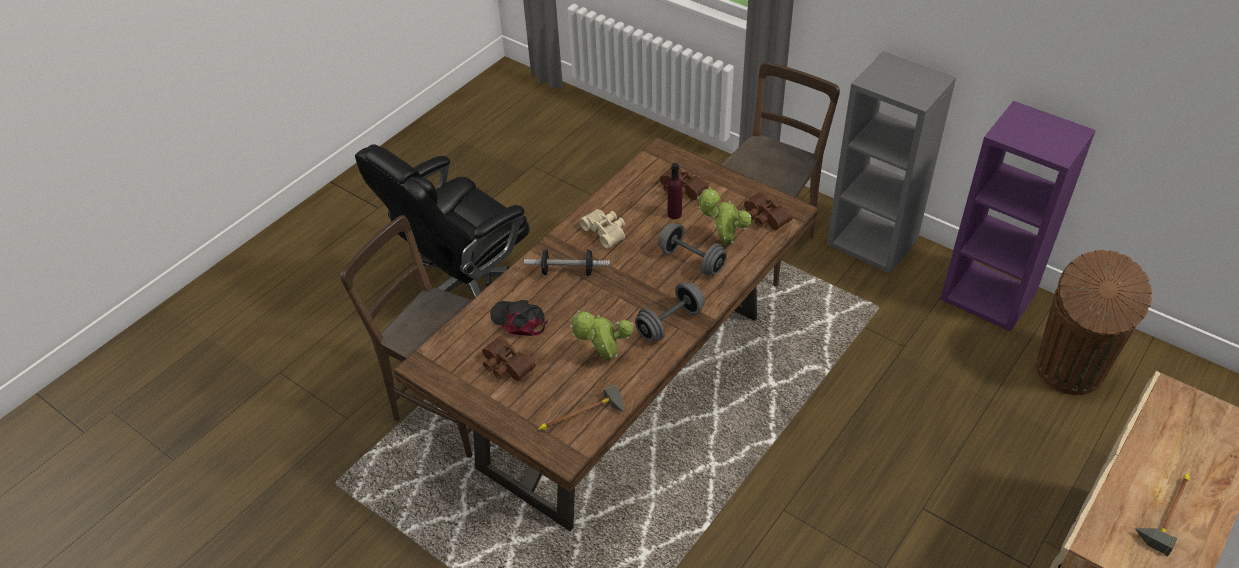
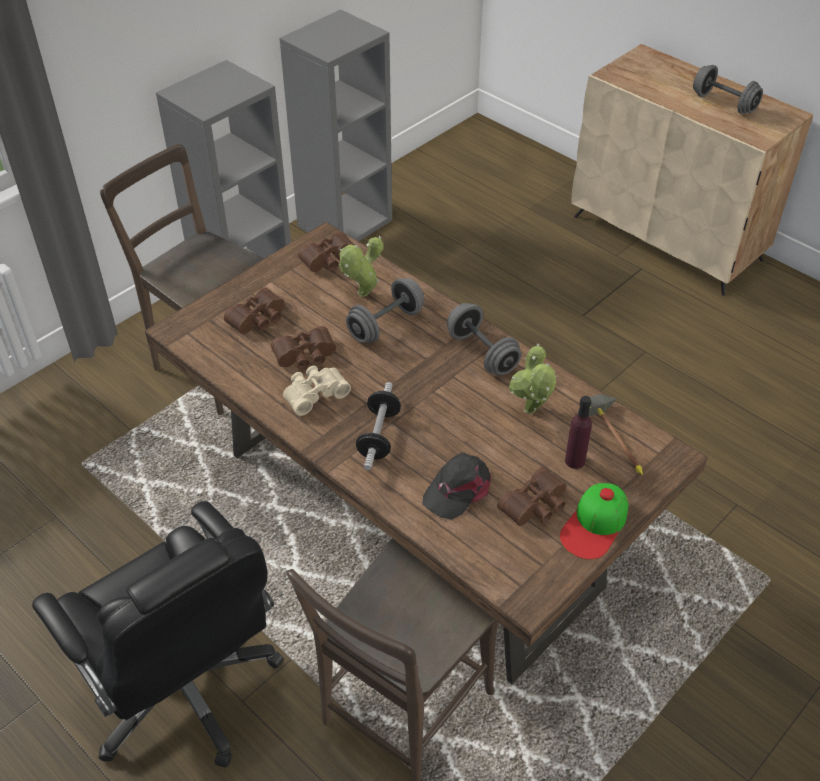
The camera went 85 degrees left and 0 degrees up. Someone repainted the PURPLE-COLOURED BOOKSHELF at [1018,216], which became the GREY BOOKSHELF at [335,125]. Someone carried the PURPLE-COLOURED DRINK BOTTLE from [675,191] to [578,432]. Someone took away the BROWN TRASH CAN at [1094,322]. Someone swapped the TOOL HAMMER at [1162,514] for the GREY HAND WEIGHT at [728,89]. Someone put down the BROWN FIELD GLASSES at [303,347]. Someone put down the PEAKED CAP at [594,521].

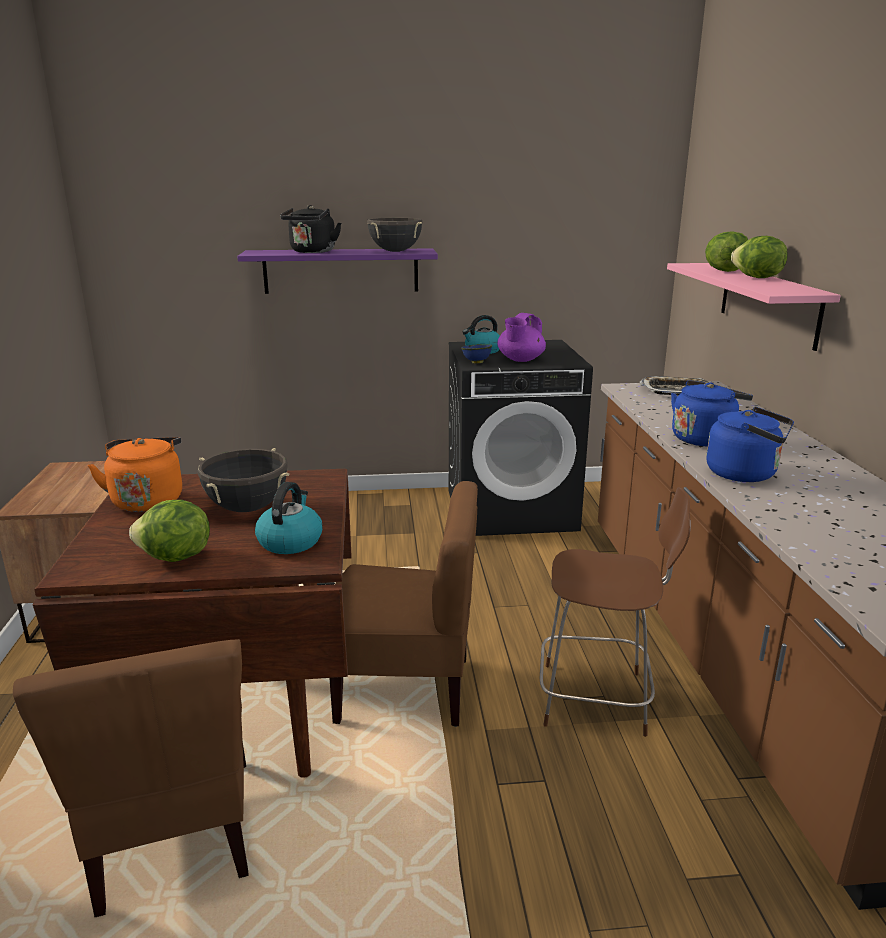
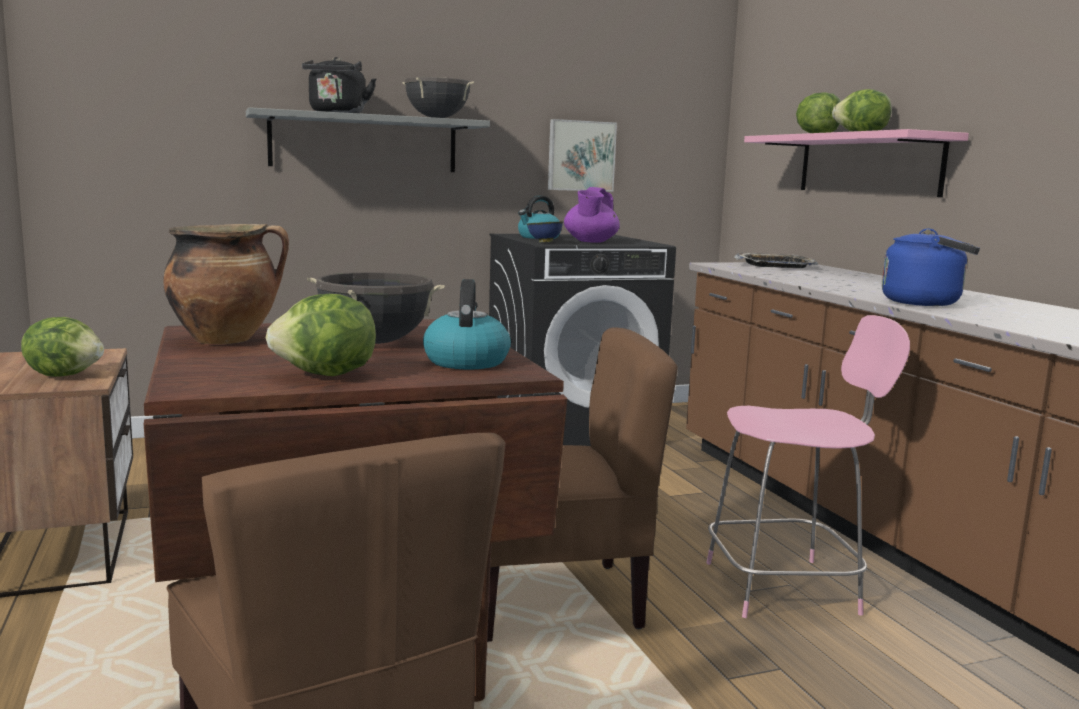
The camera went 15 degrees left and 10 degrees down. Someone repainted the PURPLE-COLOURED BRACKET SHELF at [337,271], which became the GREY BRACKET SHELF at [368,139]. Someone took away the BLUE-COLOURED WATER KETTLE at [712,413]. Someone swapped the ORANGE WATER KETTLE at [135,474] for the COOKING POT at [226,284]. Someone repainted the BROWN STOOL at [615,612], which became the PINKISH STOOL at [808,466]. Someone put up the WALL PICTURE at [582,155]. Someone put down the LETTUCE at [62,347].

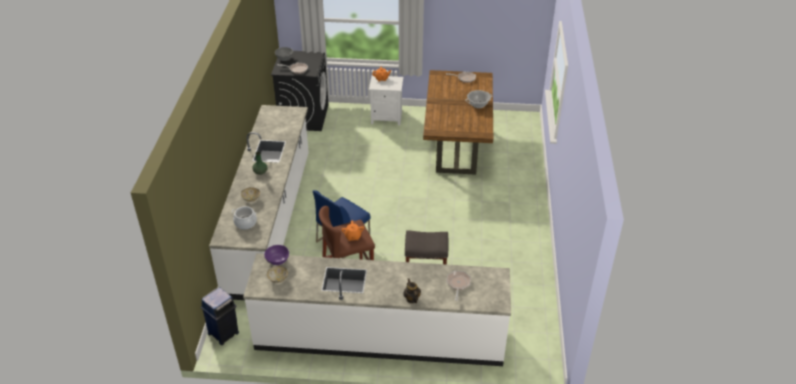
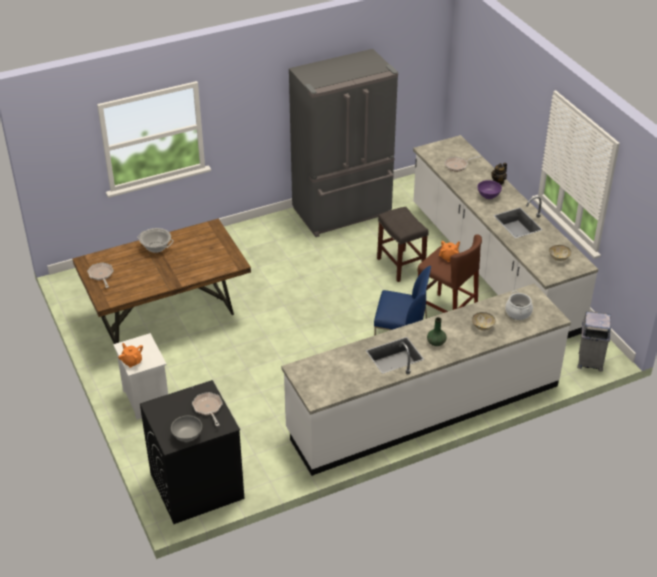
The camera went 120 degrees left and 0 degrees up. Someone carried the PURPLE-COLOURED DEEP DISH from [276,255] to [489,189]. Someone repainted the BLUE-COLOURED TRASH CAN at [220,316], which became the GREY TRASH CAN at [594,341]. Someone put down the GREY FRIDGE at [343,143].

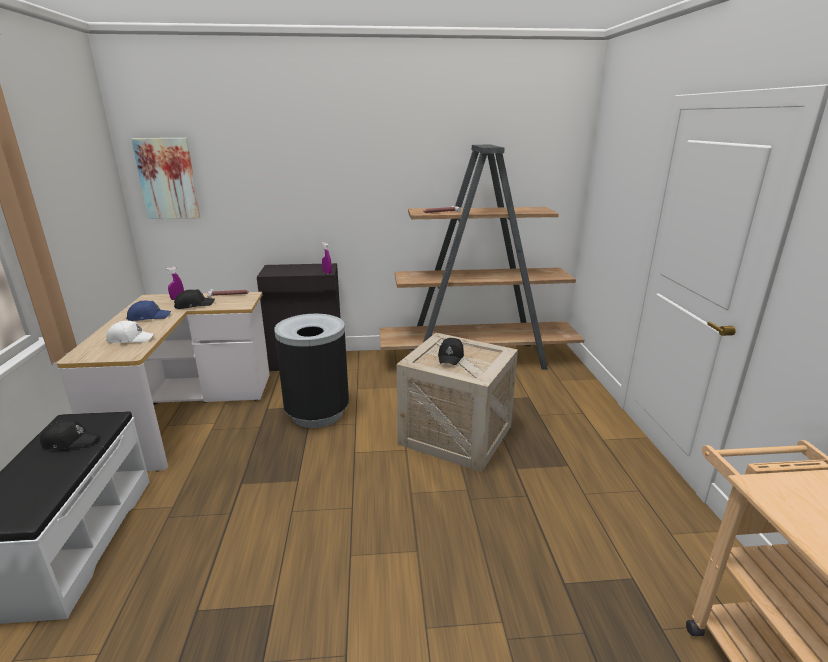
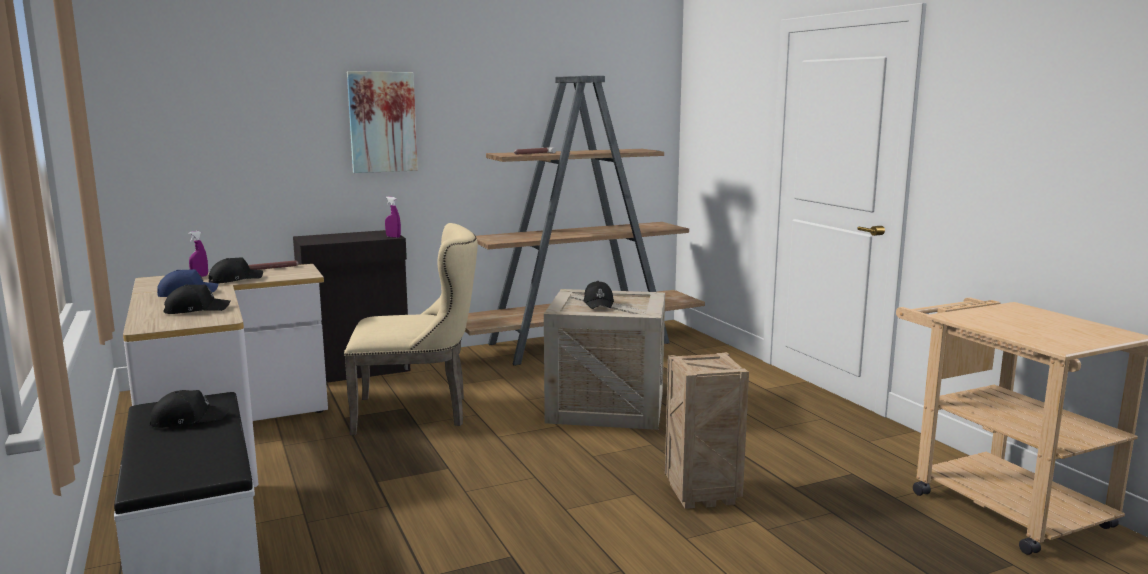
The camera went 20 degrees left and 10 degrees down. Someone carried the WALL PICTURE from [165,178] to [382,122]. Someone swapped the BLACK TRASH CAN at [311,371] for the SAND-COLOURED PLAIN CHAIR at [411,329]. Someone repainted the WHITE PEAKED CAP at [130,332], which became the BLACK PEAKED CAP at [197,299]. Someone put down the CRATE at [707,430].

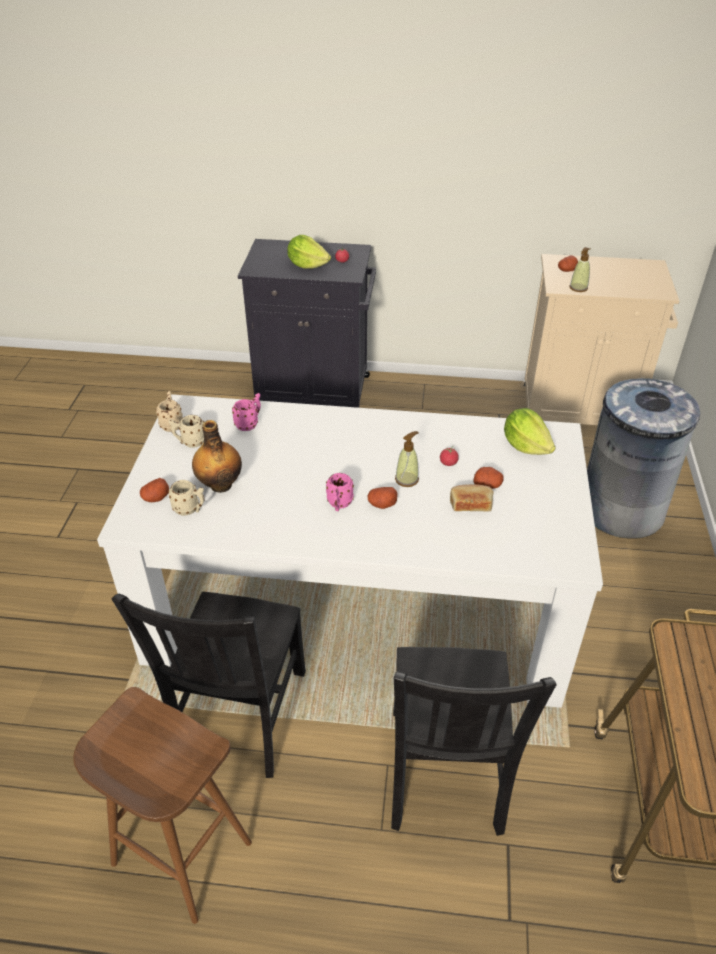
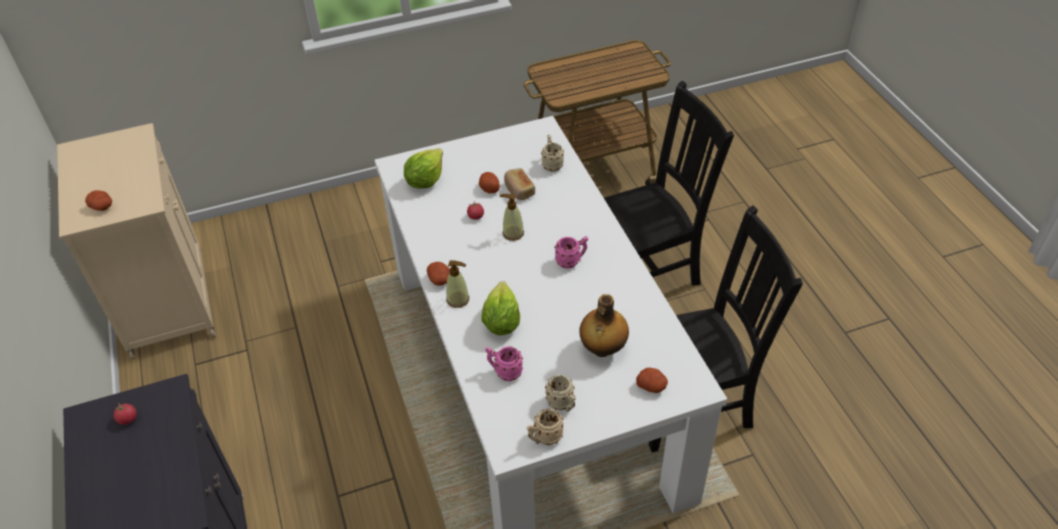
The camera went 115 degrees left and 5 degrees up. Someone carried the LETTUCE from [309,252] to [500,308]. Someone carried the SOAP BOTTLE from [580,269] to [457,284]. Someone took away the GREY TRASH CAN at [643,458]. Someone carried the SAND-COLOURED MUG from [186,498] to [552,153]. Someone carried the SPUD from [383,498] to [438,274]. Someone took away the BROWN STOOL at [162,805].

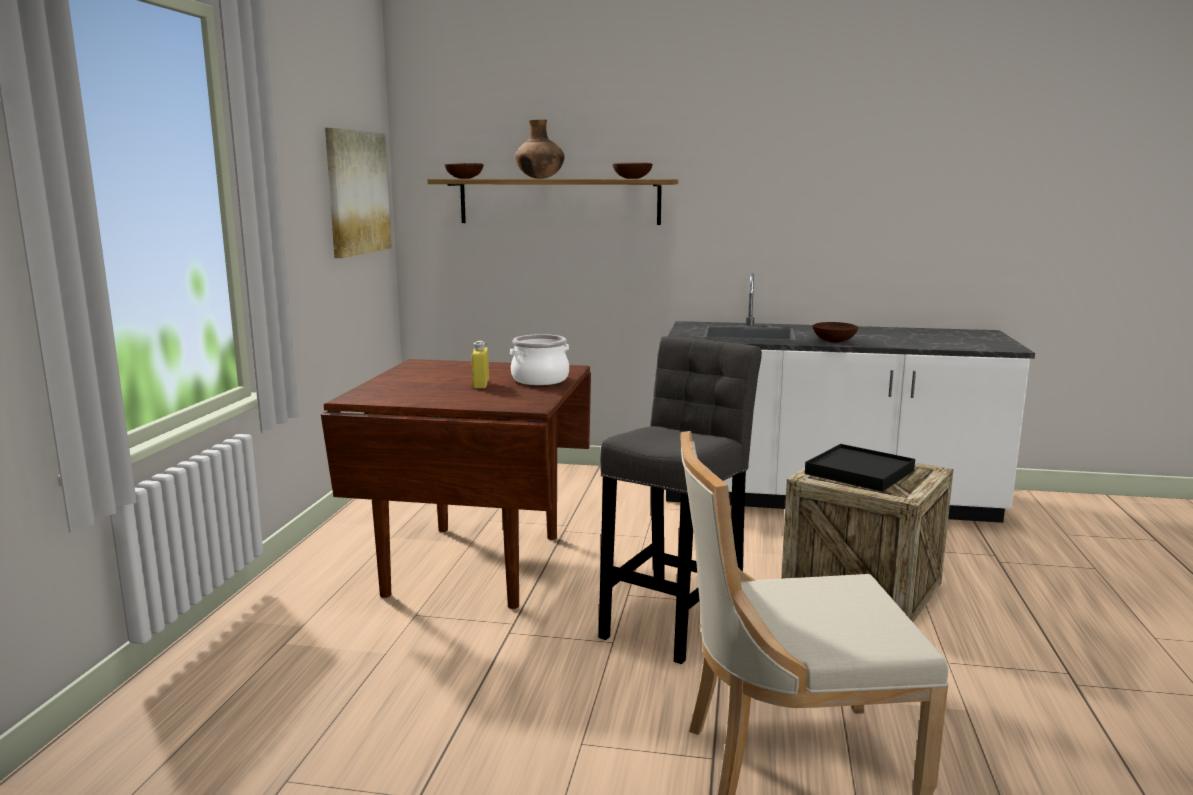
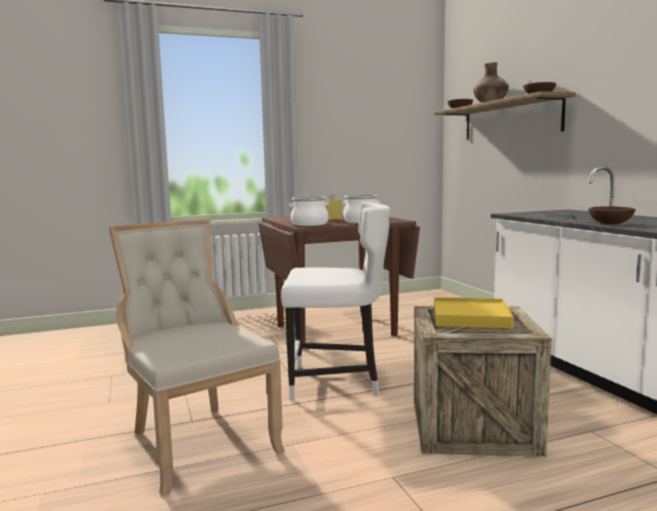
The camera went 60 degrees right and 5 degrees down. Someone took away the WALL PICTURE at [358,193]. Someone swapped the GREY STOOL at [680,500] for the WHITE PLAIN CHAIR at [335,301]. Someone repainted the BLACK SERVING TRAY at [860,468], which became the YELLOW-COLOURED SERVING TRAY at [474,312]. Someone put down the COOKING POT at [309,211].

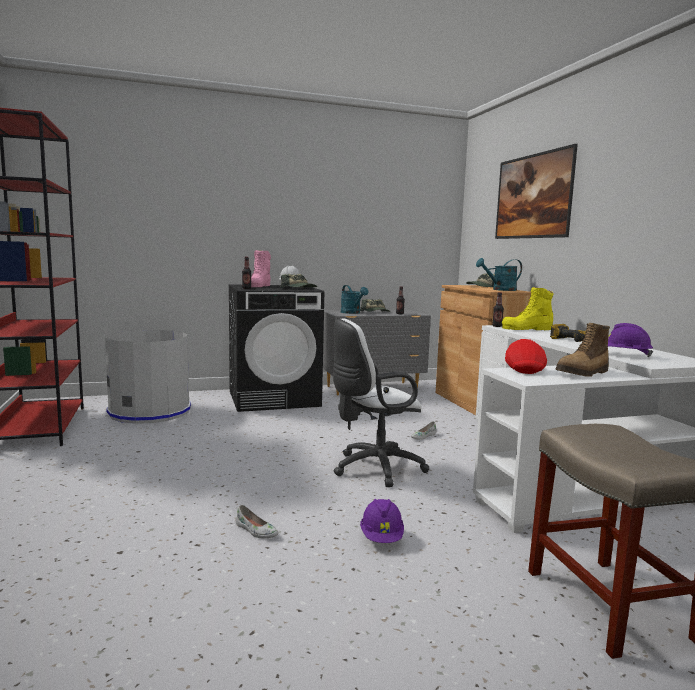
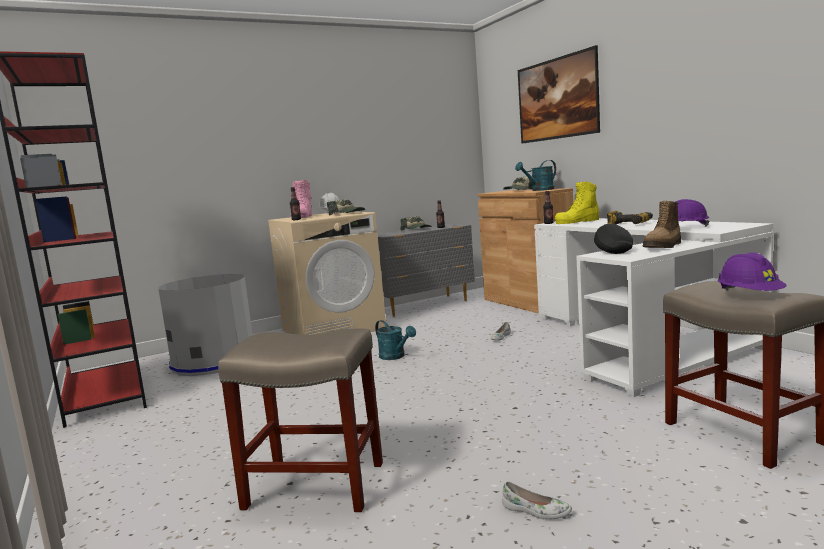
The camera went 10 degrees left and 0 degrees up. Someone repainted the BLACK LAUNDRY MACHINE at [276,348], which became the SAND-COLOURED LAUNDRY MACHINE at [327,273]. Someone carried the BLUE-GREEN WATERING POT from [354,299] to [395,340]. Someone took away the WHITE COMPUTER CHAIR at [381,402]. Someone repainted the RED PEAKED CAP at [526,356], which became the BLACK PEAKED CAP at [613,238]. Someone carried the PURPLE-COLOURED SAFETY HELMET from [382,521] to [751,271]. Someone carried the WHITE ITEM OF FOOTWEAR from [257,522] to [537,500]. Someone put down the SAND-COLOURED STOOL at [300,420].

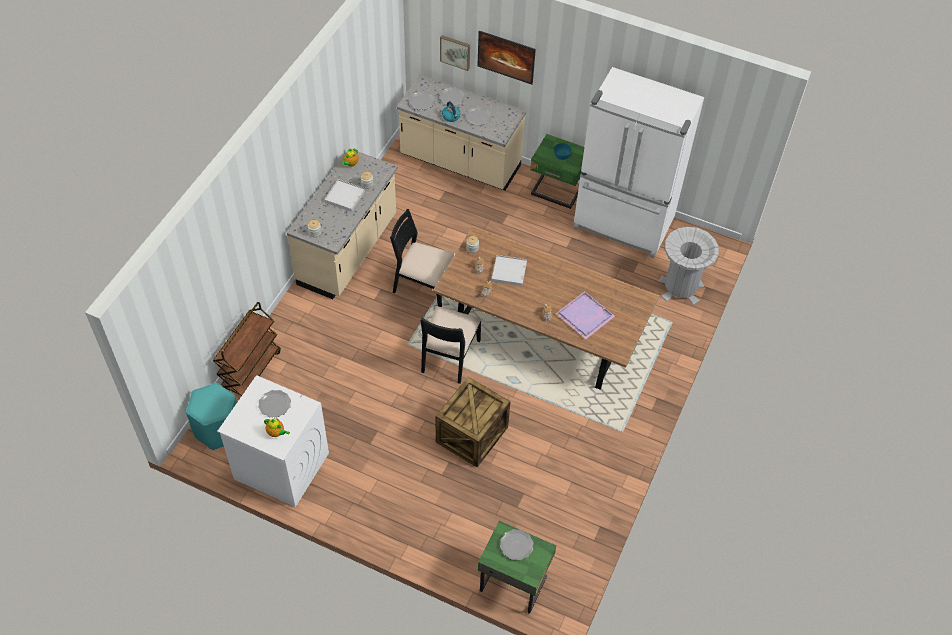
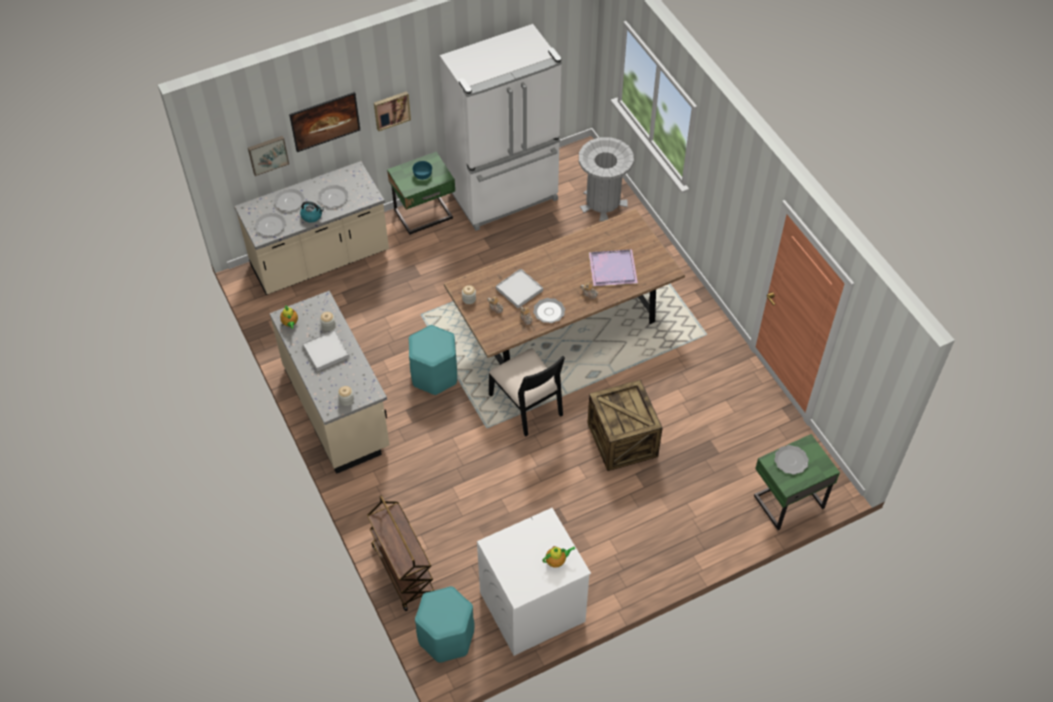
The camera went 50 degrees left and 0 degrees up. Someone swapped the BLACK PLAIN CHAIR at [422,258] for the BLUE-GREEN STOOL at [433,360]. Someone carried the DINNER PLATE from [274,403] to [549,310]. Someone put up the WALL PICTURE at [392,111].

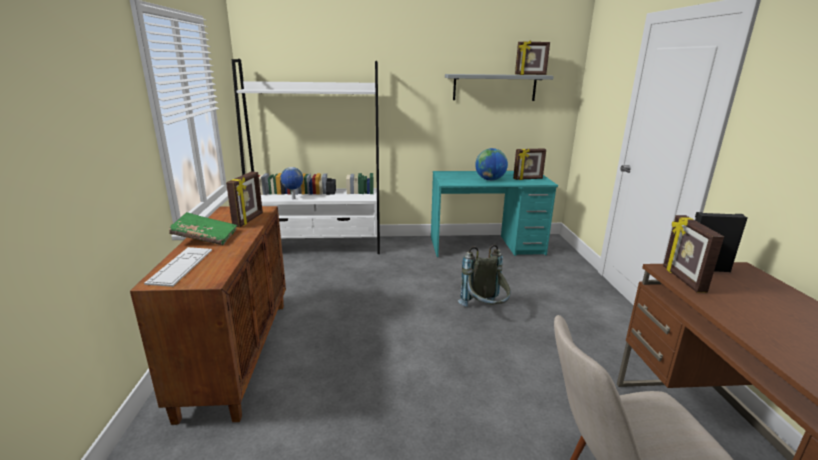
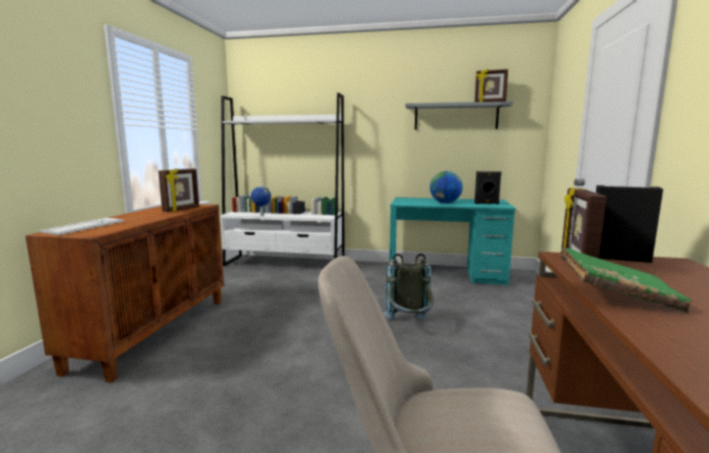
The camera went 15 degrees right and 10 degrees down. Someone swapped the STANDING FRAME at [529,164] for the BLACK AUDIO SPEAKER at [488,187]. Someone carried the GREEN-COLOURED BOOK from [203,228] to [625,280].

